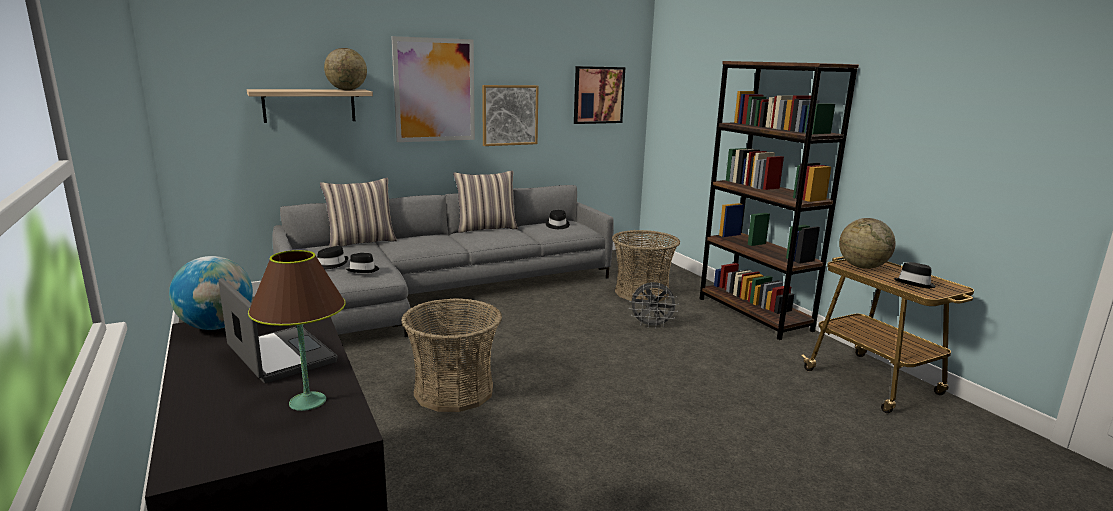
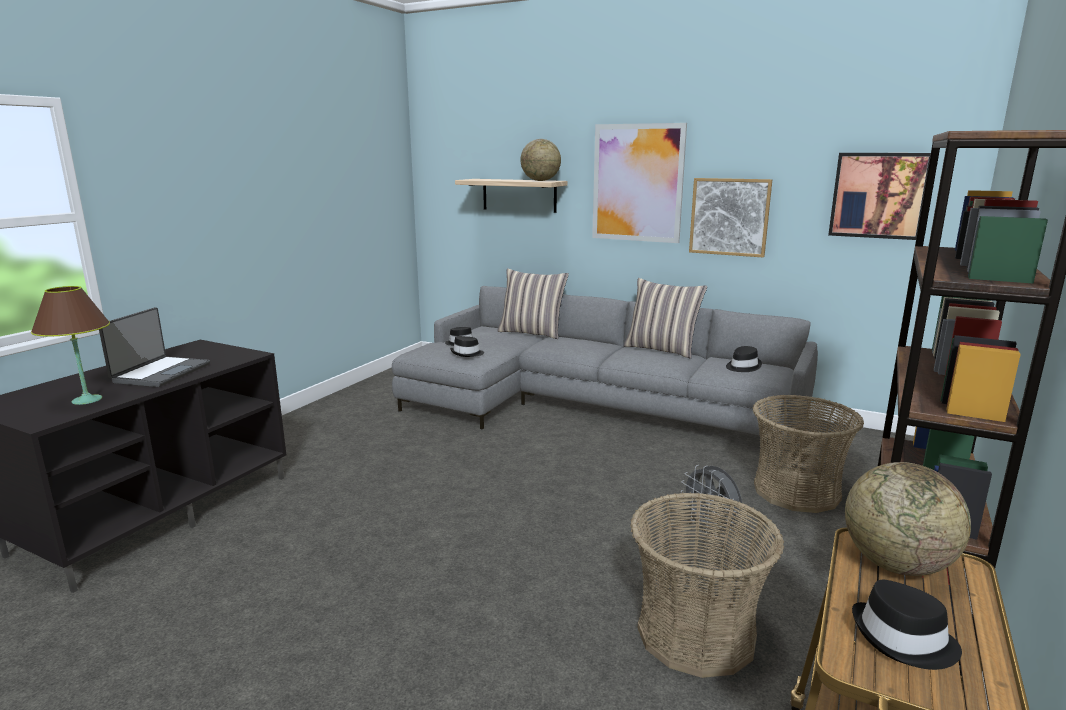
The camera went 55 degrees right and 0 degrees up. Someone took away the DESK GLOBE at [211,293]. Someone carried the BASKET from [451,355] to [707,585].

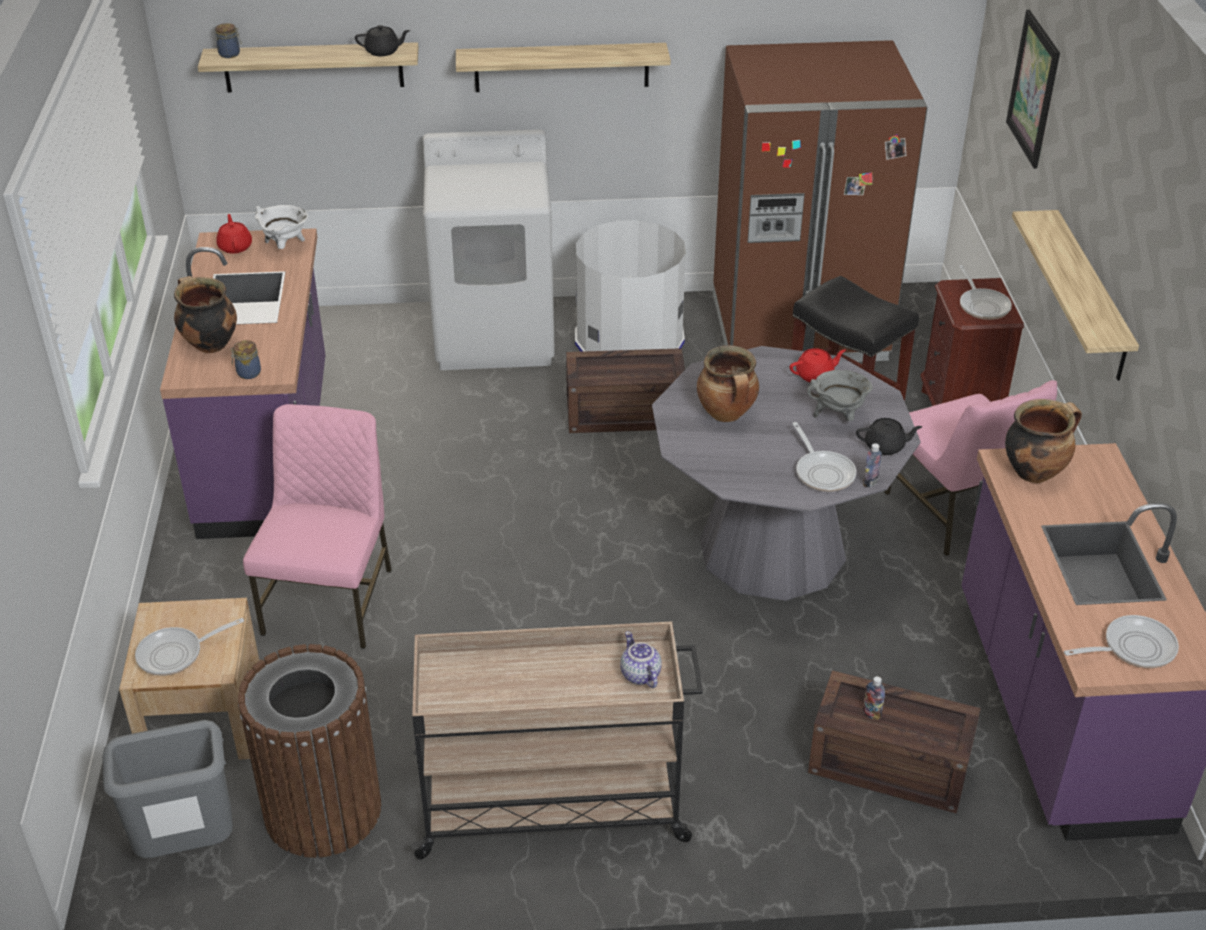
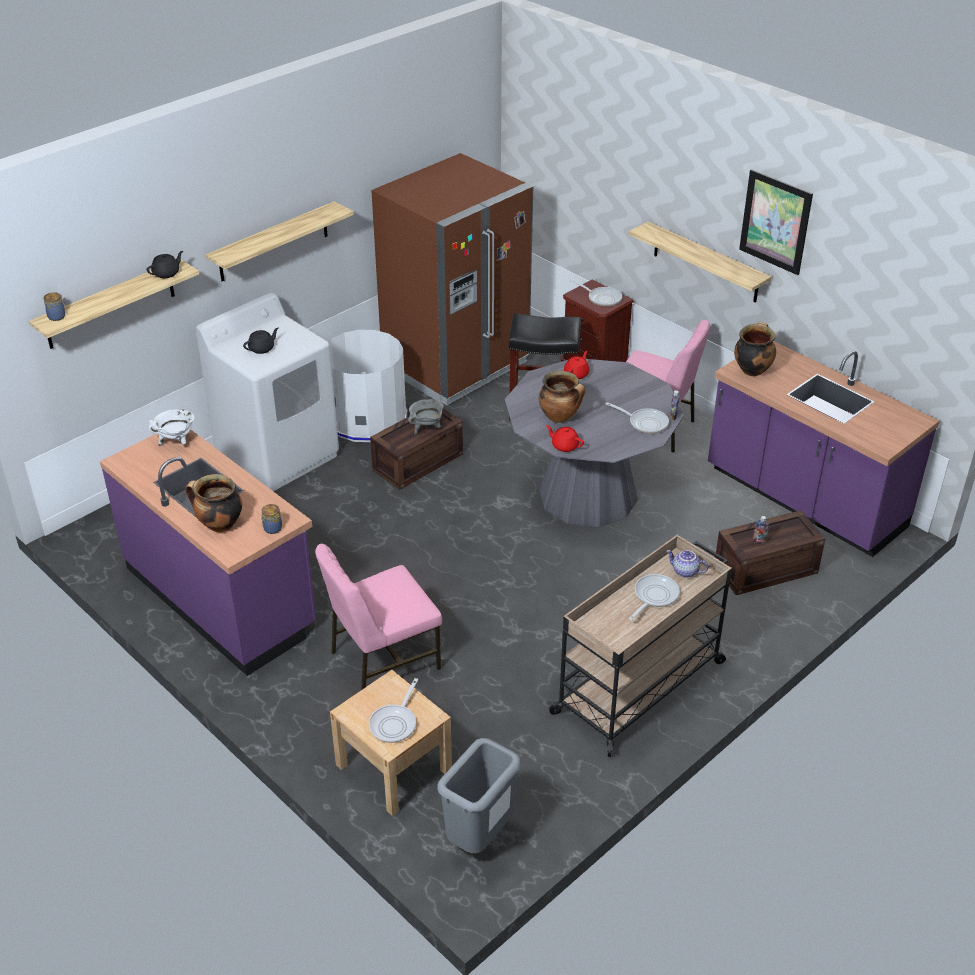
The camera went 40 degrees left and 0 degrees up. Someone carried the WALL PICTURE from [1033,89] to [776,222]. Someone carried the RED POT FOR TEA from [234,234] to [565,438]. Someone carried the GREY COOKING POT from [840,395] to [426,417]. Someone rotated the PINKISH PLAIN CHAIR at [317,526] by 90 degrees counterclockwise. Someone carried the BLACK POT FOR TEA from [889,436] to [261,341]. Someone carried the PAN from [1121,641] to [654,597]. Someone took away the BROWN TRASH CAN at [309,751].

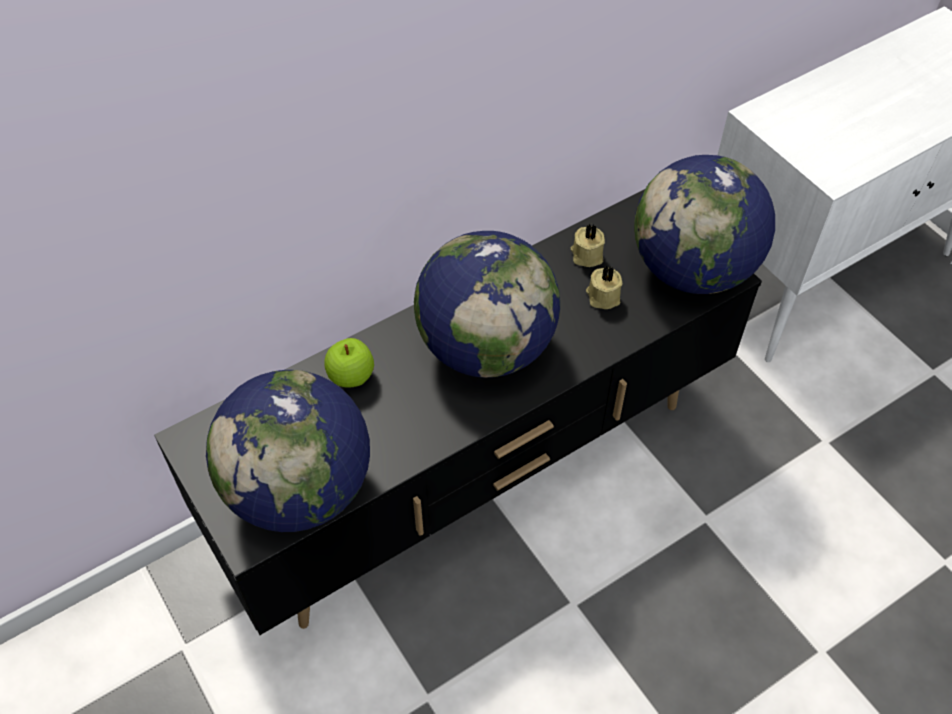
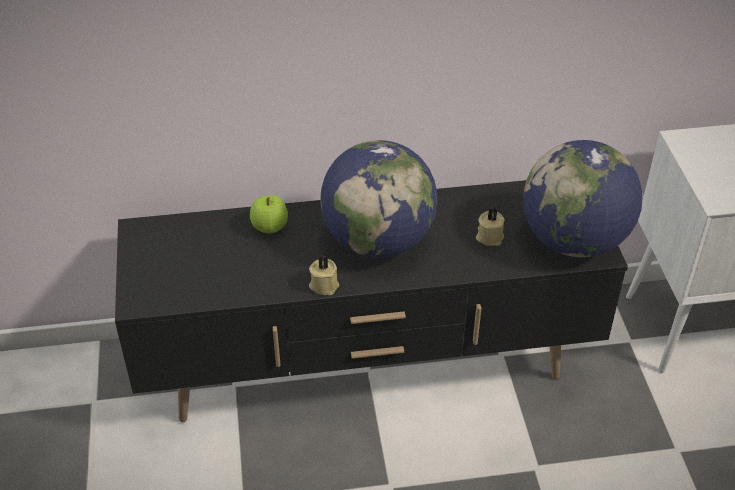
The camera went 25 degrees right and 10 degrees down. Someone carried the SAND-COLOURED WAX CANDLE from [588,245] to [324,275]. Someone took away the DESK GLOBE at [288,451].

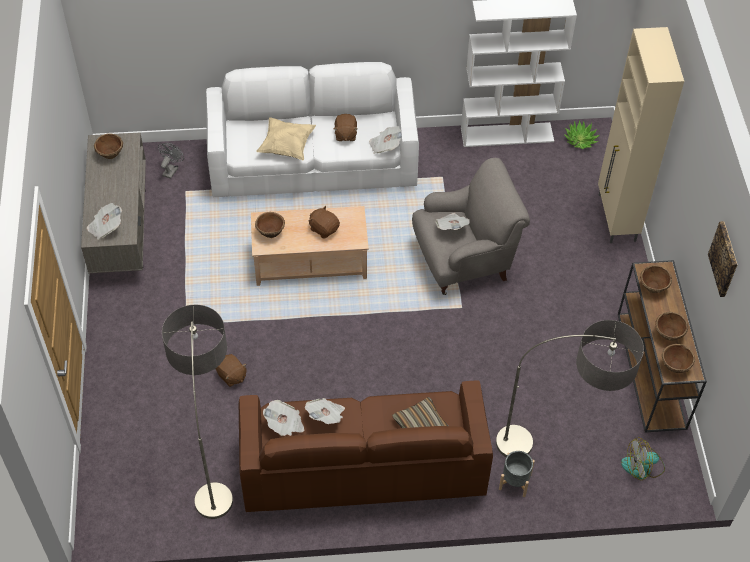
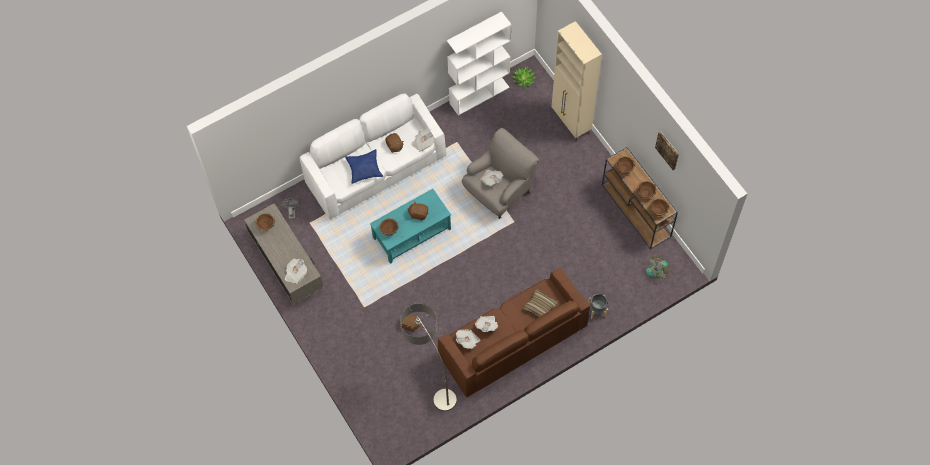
The camera went 25 degrees left and 10 degrees up. Someone repainted the SAND-COLOURED PILLOW at [286,138], which became the BLUE-COLOURED PILLOW at [364,166]. Someone repainted the SAND-COLOURED COFFEE TABLE at [310,246], which became the BLUE-GREEN COFFEE TABLE at [410,226]. Someone took away the STANDING LAMP at [570,388].

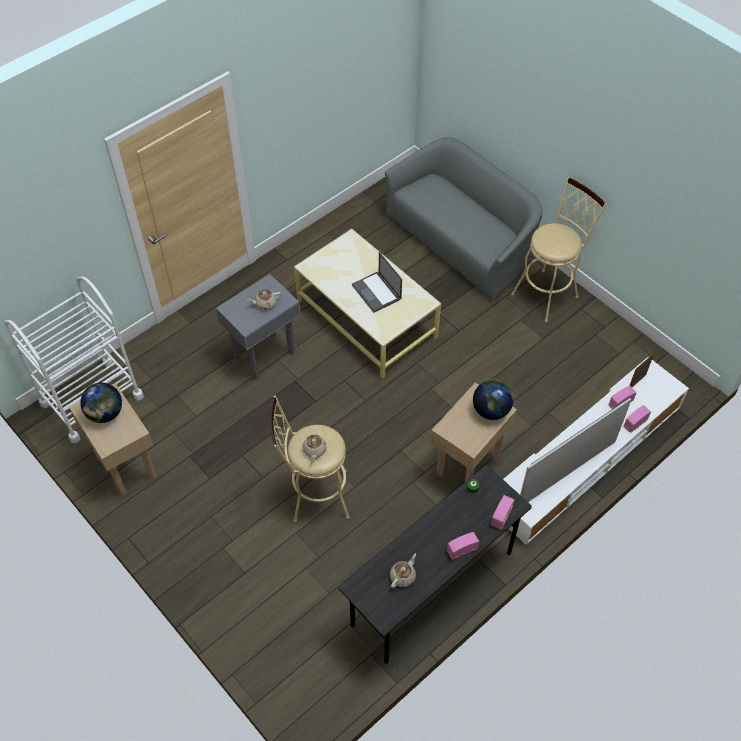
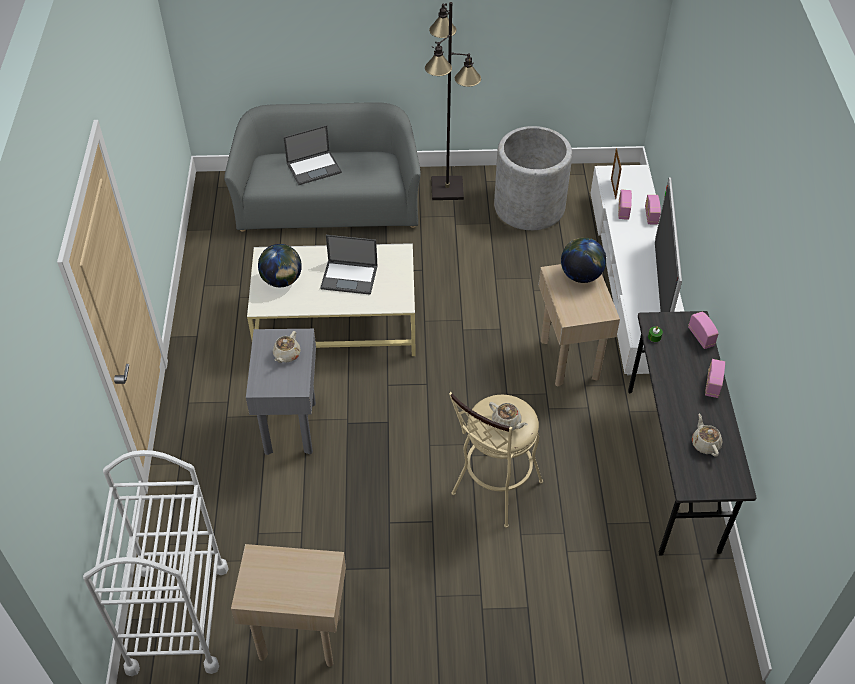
The camera went 50 degrees left and 5 degrees down. Someone swapped the SAND-COLOURED STOOL at [558,249] for the BLACK STANDING LAMP at [453,101]. Someone carried the DESK GLOBE from [101,403] to [280,265]. Someone put down the LAPTOP at [312,155]. Someone put down the GREY PLANTER at [533,178].

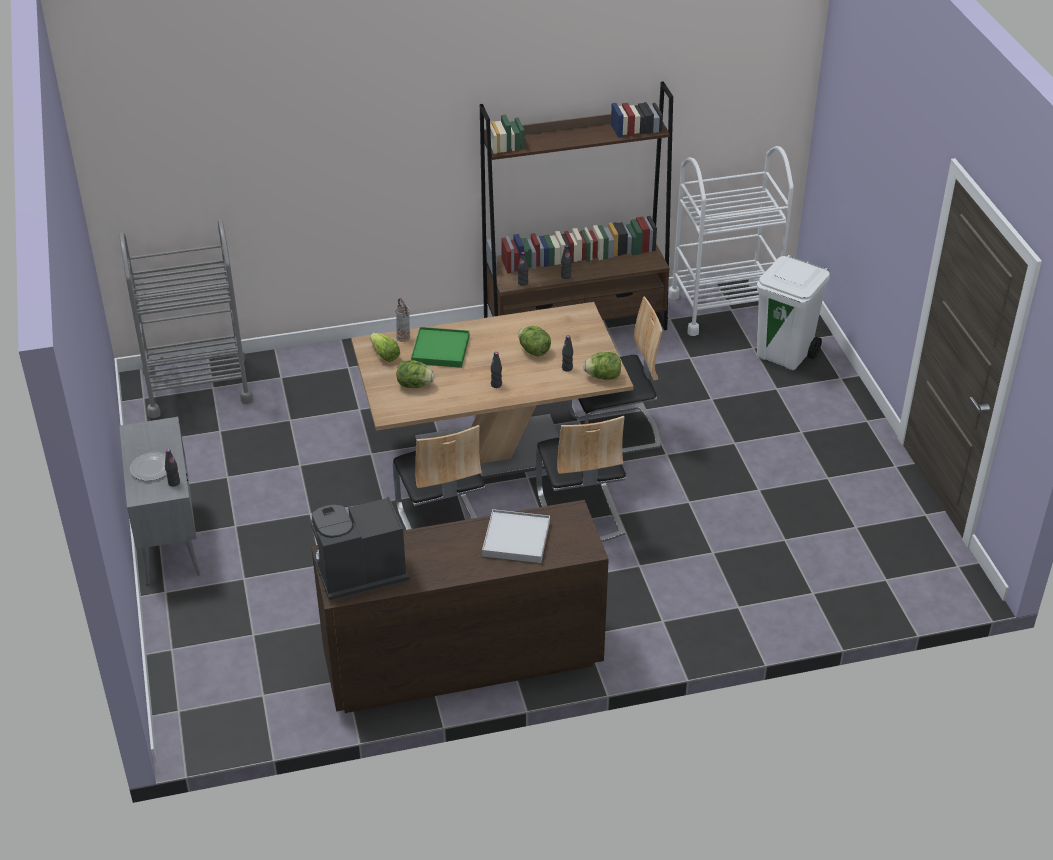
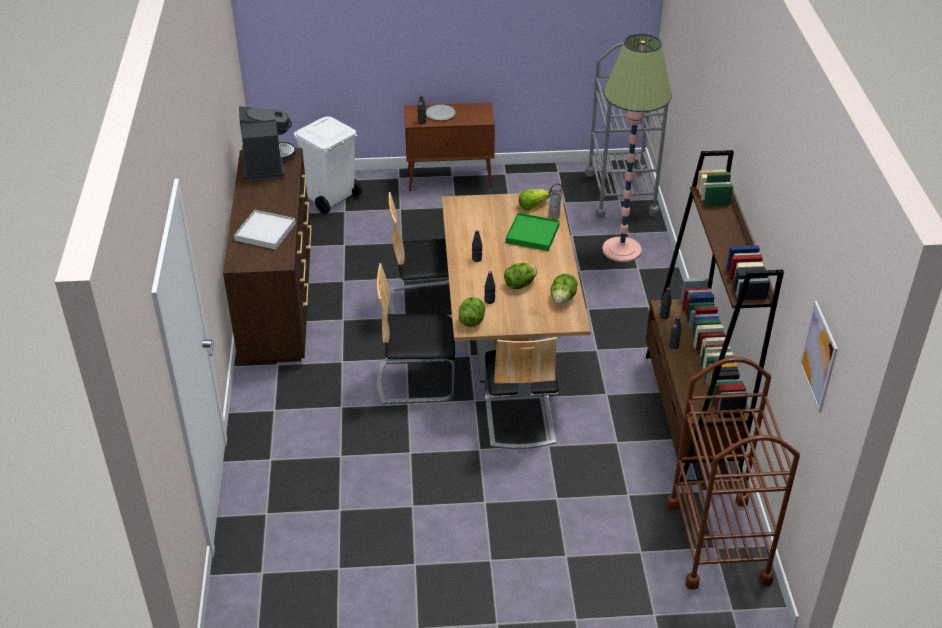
The camera went 100 degrees right and 0 degrees up. Someone repainted the WHITE CART at [731,241], which became the BROWN CART at [733,473]. Someone carried the WHITE TRASH CAN from [793,312] to [328,165]. Someone carried the LETTUCE from [416,374] to [564,289]. Someone repainted the GREY CUPBOARD at [159,501], which became the BROWN CUPBOARD at [449,147]. Someone put down the STANDING LAMP at [637,148]. Someone put up the WALL PICTURE at [819,357].

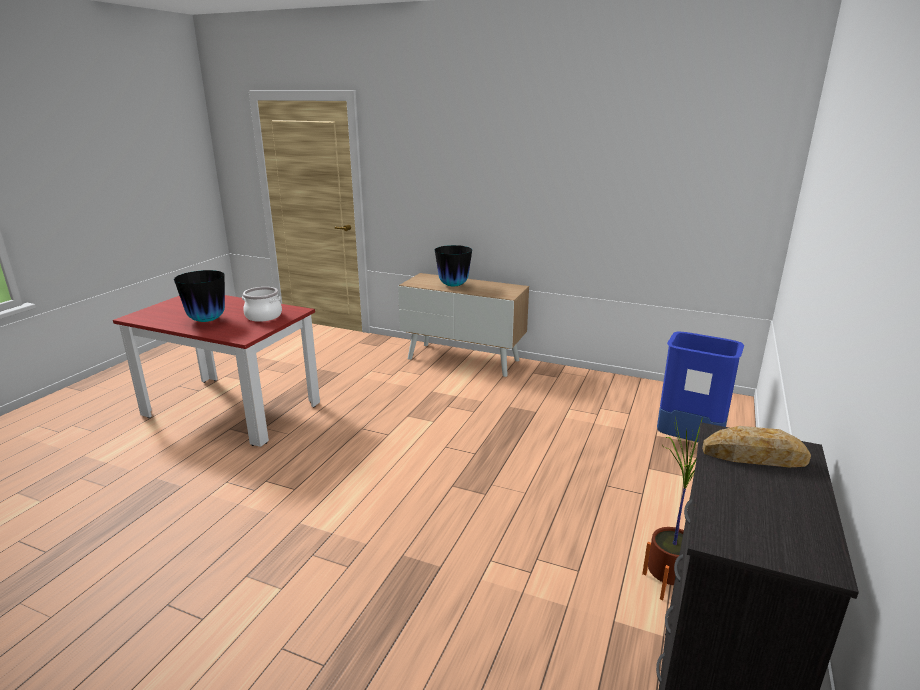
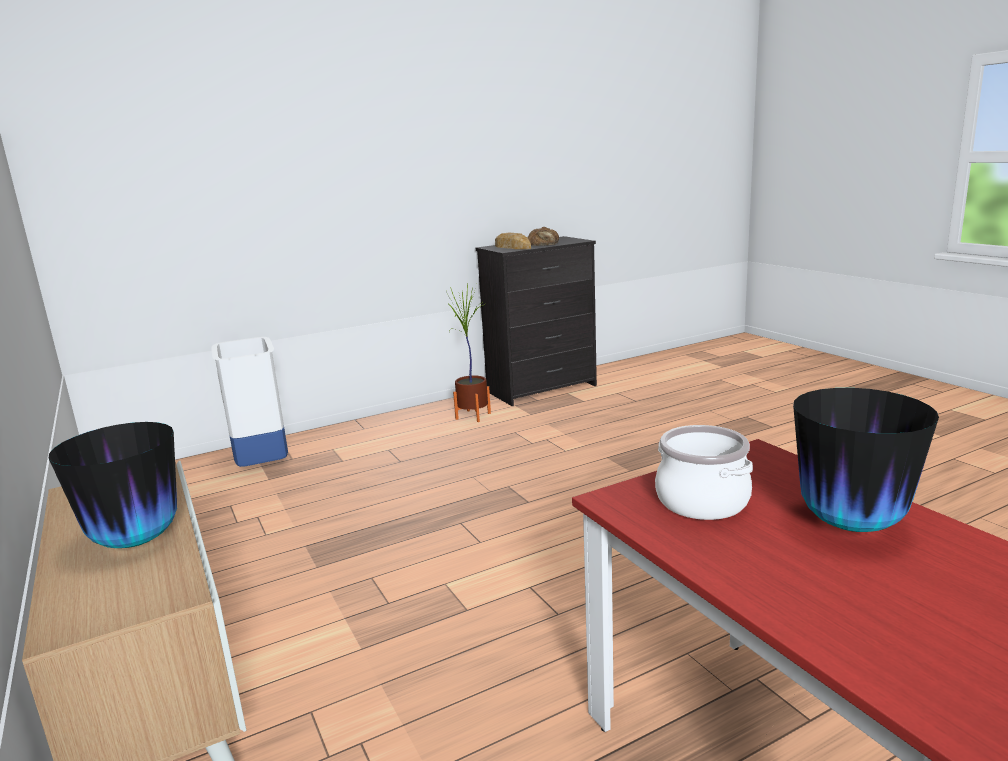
The camera went 140 degrees left and 5 degrees down. Someone repainted the BLUE-COLOURED TRASH CAN at [700,387], which became the WHITE TRASH CAN at [249,402]. Someone put down the BREAD at [543,236].

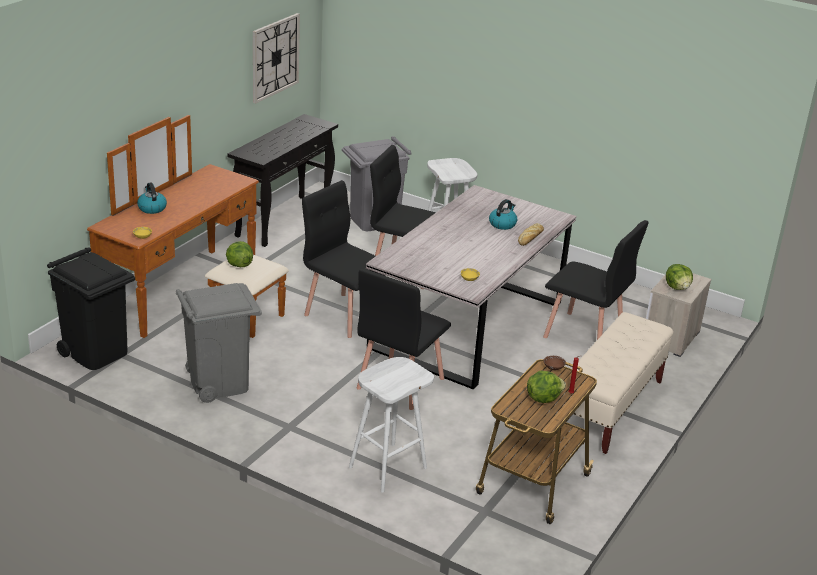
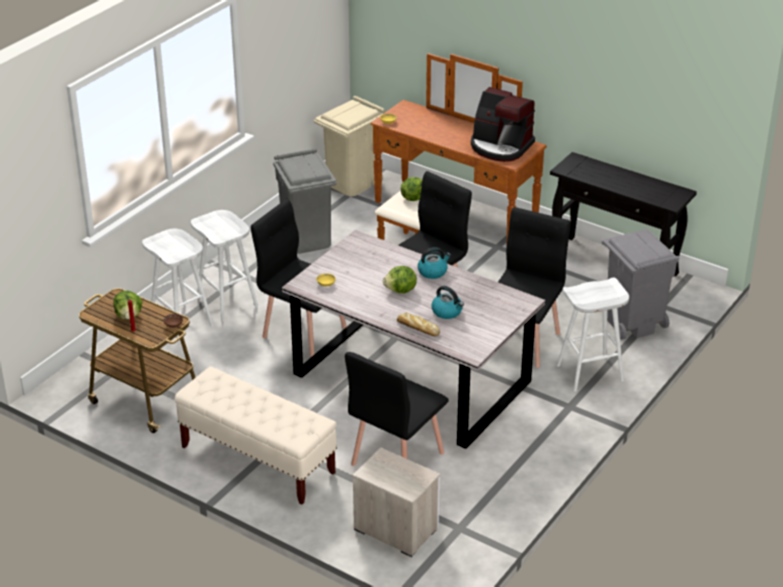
The camera went 95 degrees right and 5 degrees up. Someone took away the CLOCK ON THE WALL at [276,58]. Someone carried the WATER KETTLE from [152,198] to [434,263]. Someone repainted the BLACK TRASH CAN at [91,308], which became the SAND-COLOURED TRASH CAN at [349,146]. Someone carried the LETTUCE from [679,277] to [400,280]. Someone put down the COFFEE BREWER at [503,124]. Someone put down the WHITE STOOL at [224,265].

